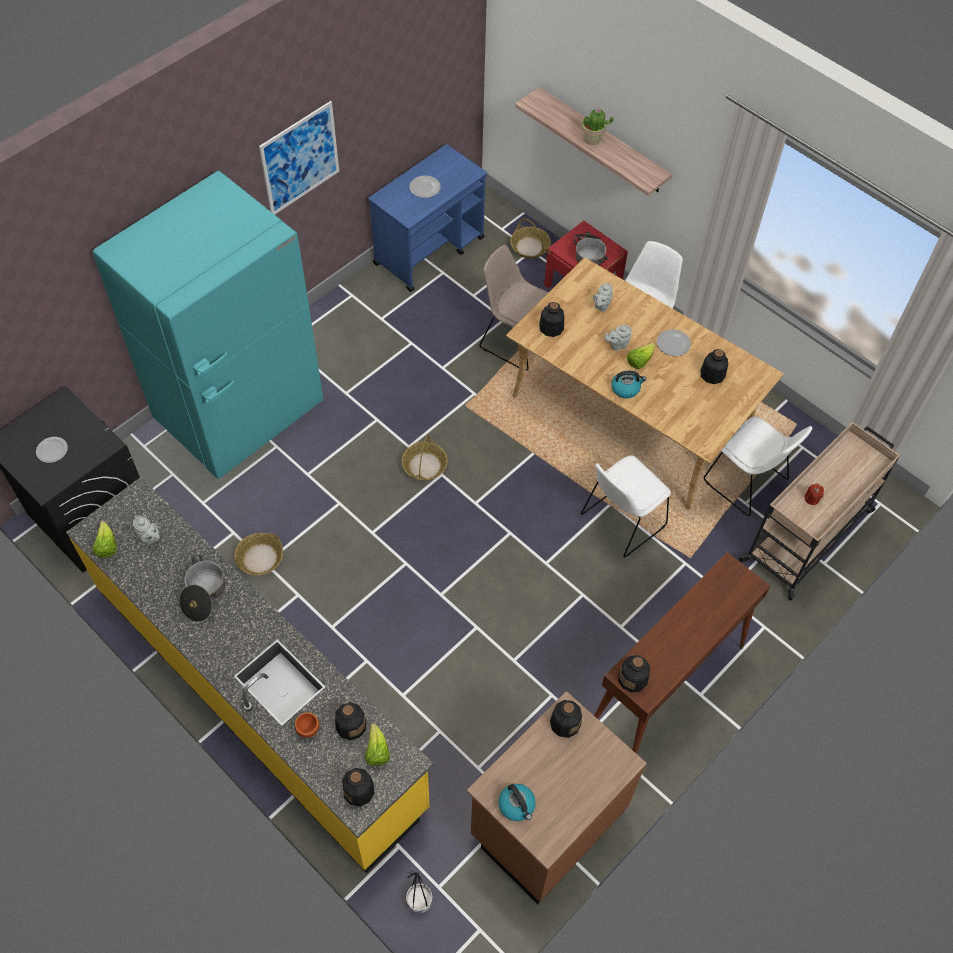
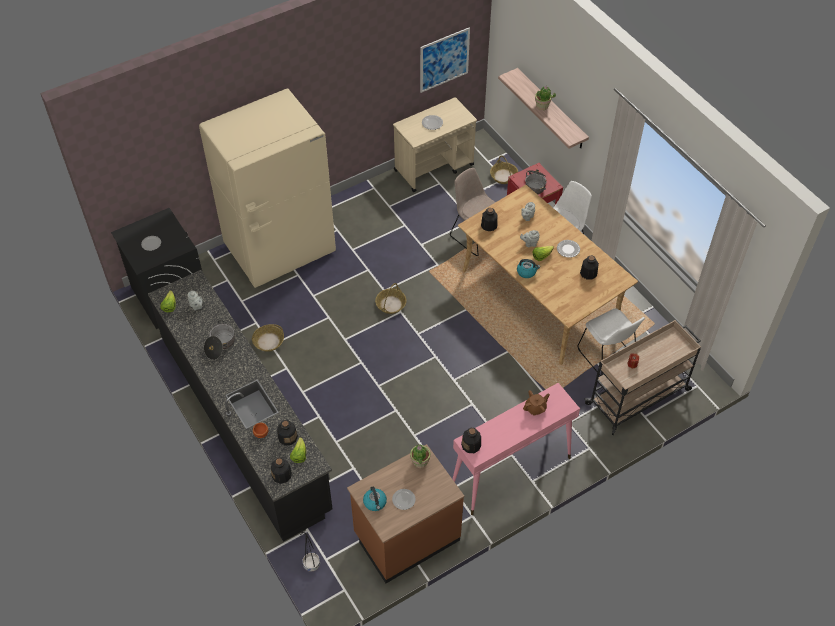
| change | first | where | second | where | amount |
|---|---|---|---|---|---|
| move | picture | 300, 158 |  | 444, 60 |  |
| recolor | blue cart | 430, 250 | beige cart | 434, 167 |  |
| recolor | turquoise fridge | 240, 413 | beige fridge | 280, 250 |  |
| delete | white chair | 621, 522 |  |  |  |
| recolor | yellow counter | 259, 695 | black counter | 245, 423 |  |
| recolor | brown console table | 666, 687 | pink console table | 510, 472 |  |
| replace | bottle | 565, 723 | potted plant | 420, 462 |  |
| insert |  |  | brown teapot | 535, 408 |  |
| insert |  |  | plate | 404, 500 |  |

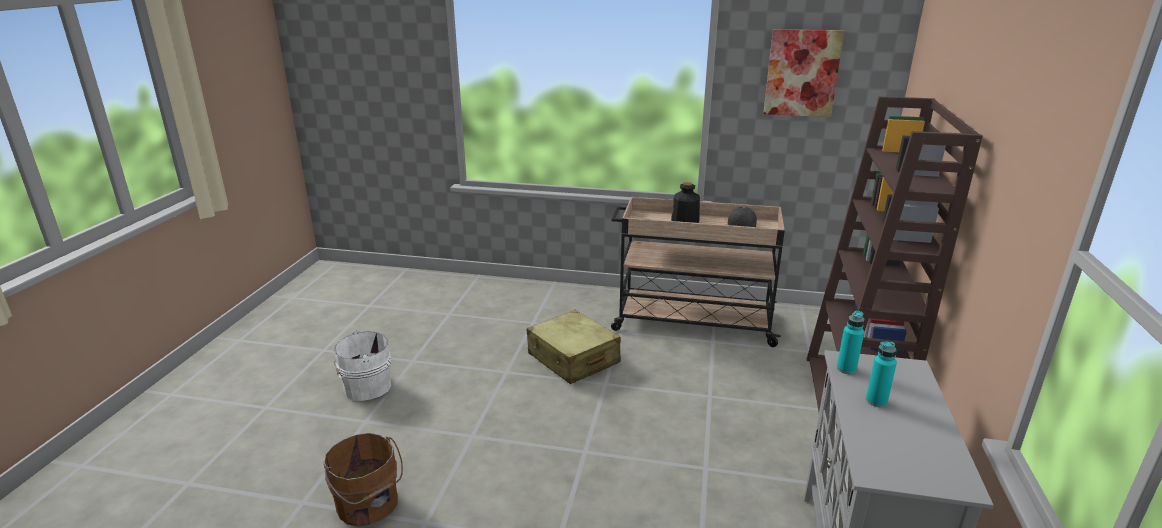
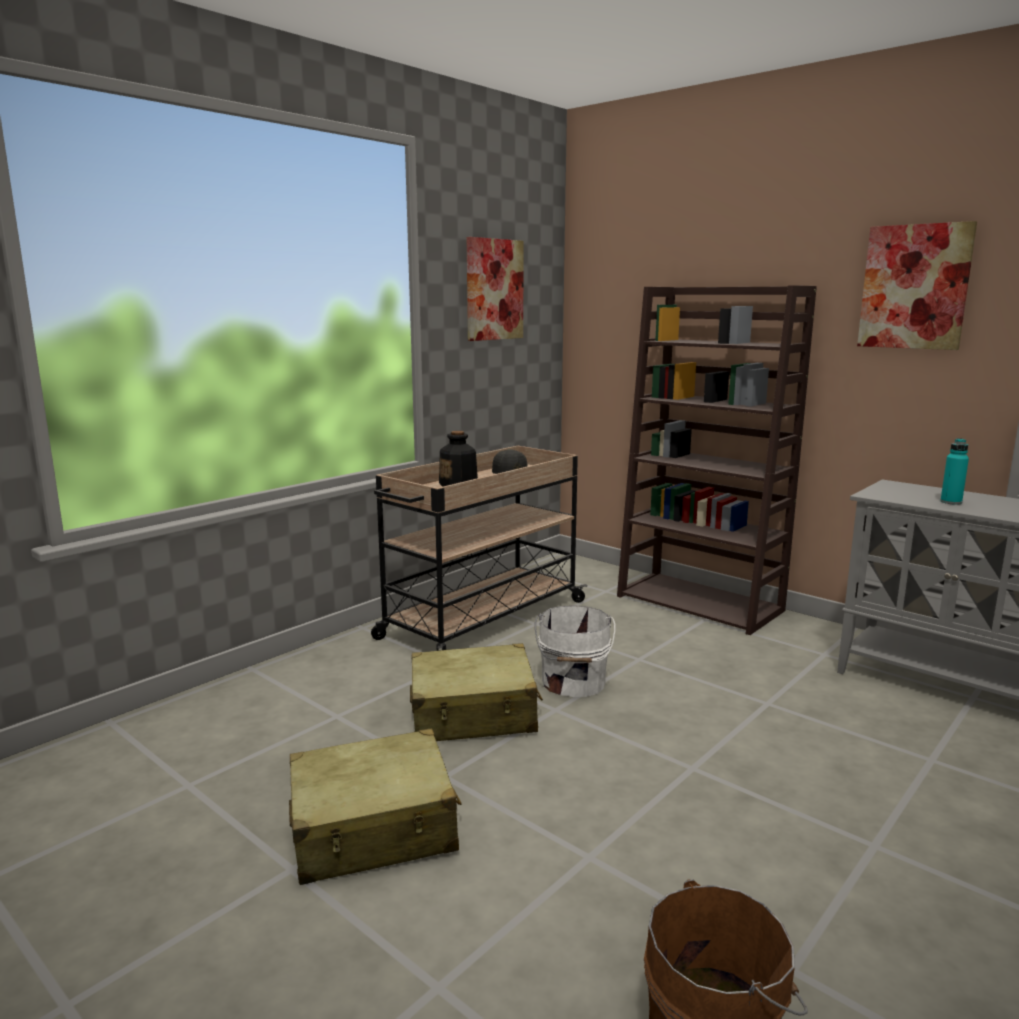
| change | first | where | second | where | amount |
|---|---|---|---|---|---|
| delete | turquoise bottle | 846, 369 |  |  |  |
| move | white bucket | 365, 387 |  | 573, 683 |  |
| insert |  |  | picture | 914, 287 |  |
| insert |  |  | beige suitcase | 374, 828 |  |

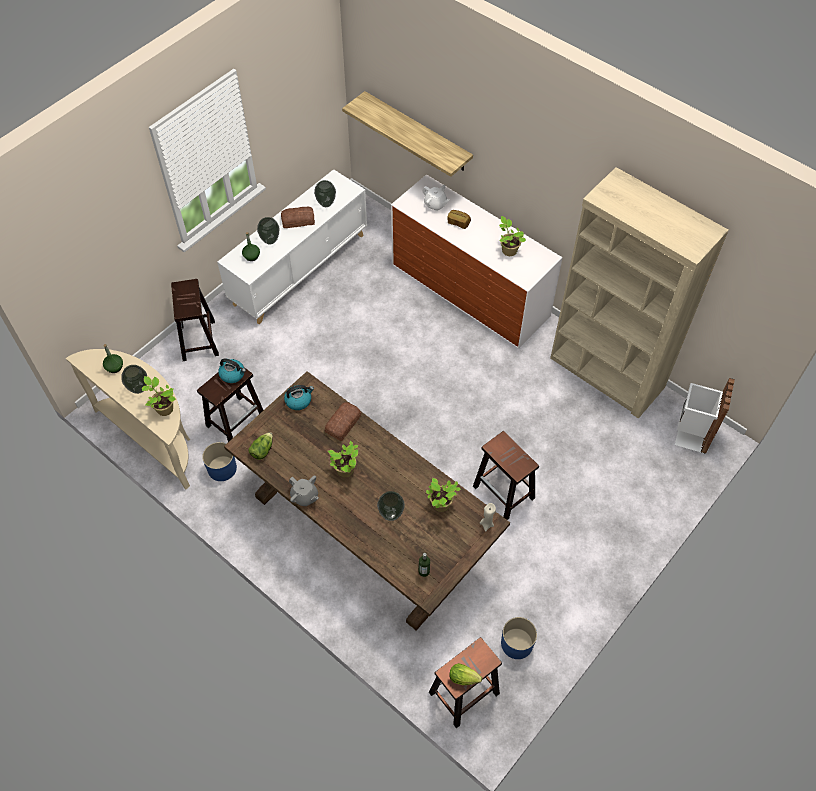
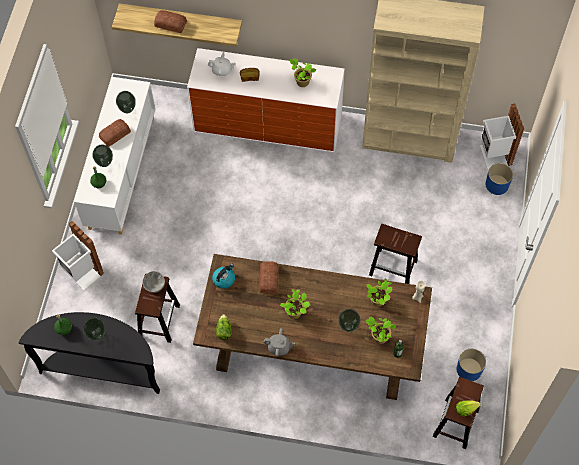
| change | first | where | second | where | amount |
|---|---|---|---|---|---|
| replace | brown stool | 199, 341 | white trash can | 82, 273 |  |
| recolor | beige console table | 153, 437 | black console table | 103, 368 |  |
| replace | kettle | 233, 374 | grey bowl | 154, 285 |  |
| move | potted plant | 164, 408 |  | 379, 337 |  |
| move | blue planter | 222, 468 |  | 497, 185 |  |
| insert |  |  | bread | 170, 23 |  |

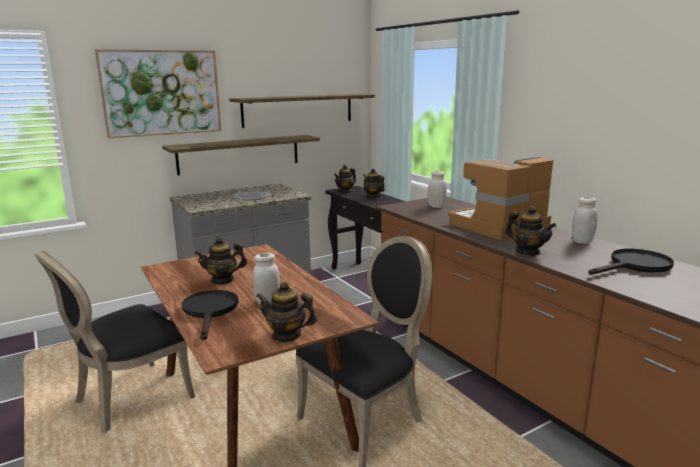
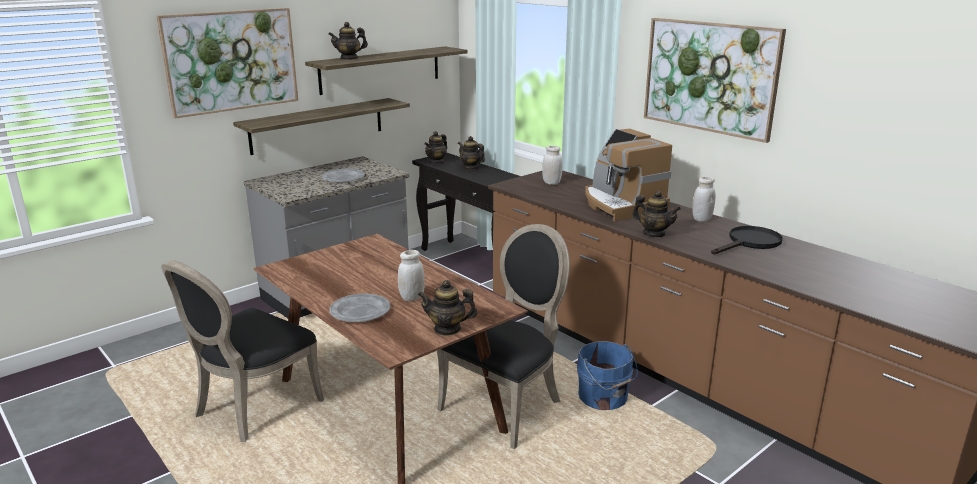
| change | first | where | second | where | amount |
|---|---|---|---|---|---|
| rotate | coffee machine | 499, 226 |  | 621, 205 | 75 degrees counterclockwise |
| move | teapot | 222, 280 |  | 349, 58 |  |
| replace | black frying pan | 210, 311 | grey plate | 360, 311 |  |
| insert |  |  | picture | 710, 77 |  |
| insert |  |  | blue bucket | 604, 398 |  |

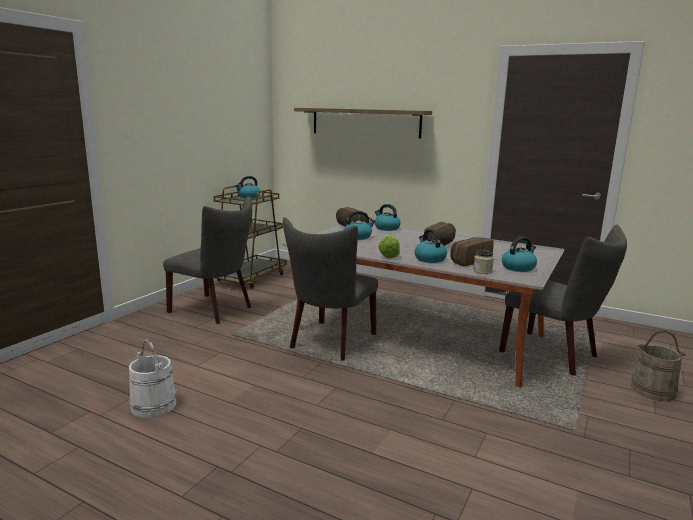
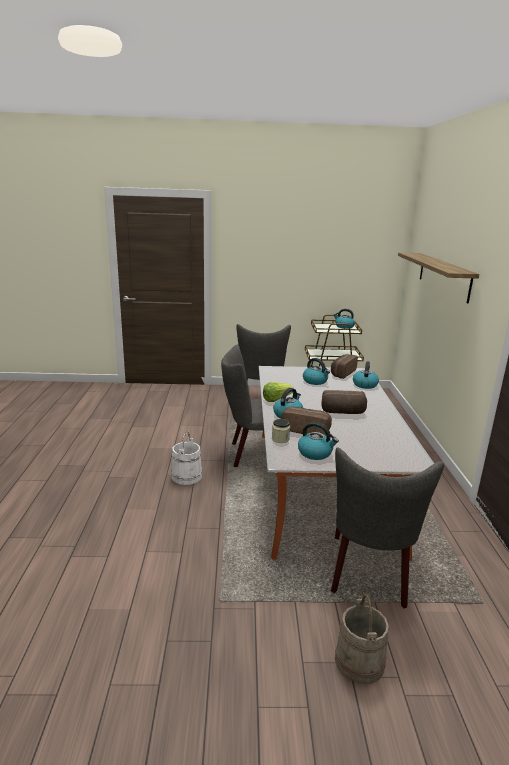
| change | first | where | second | where | amount |
|---|---|---|---|---|---|
| move | white bucket | 153, 405 |  | 186, 476 |  |

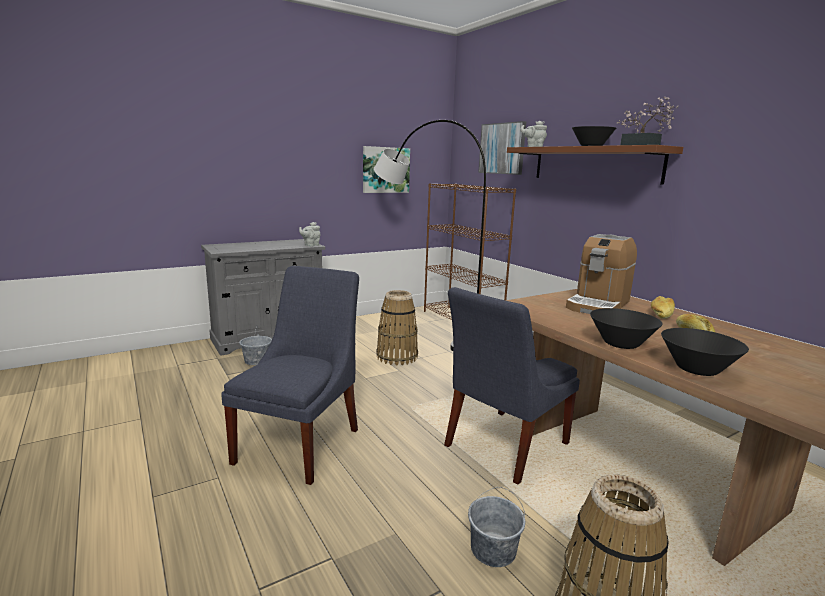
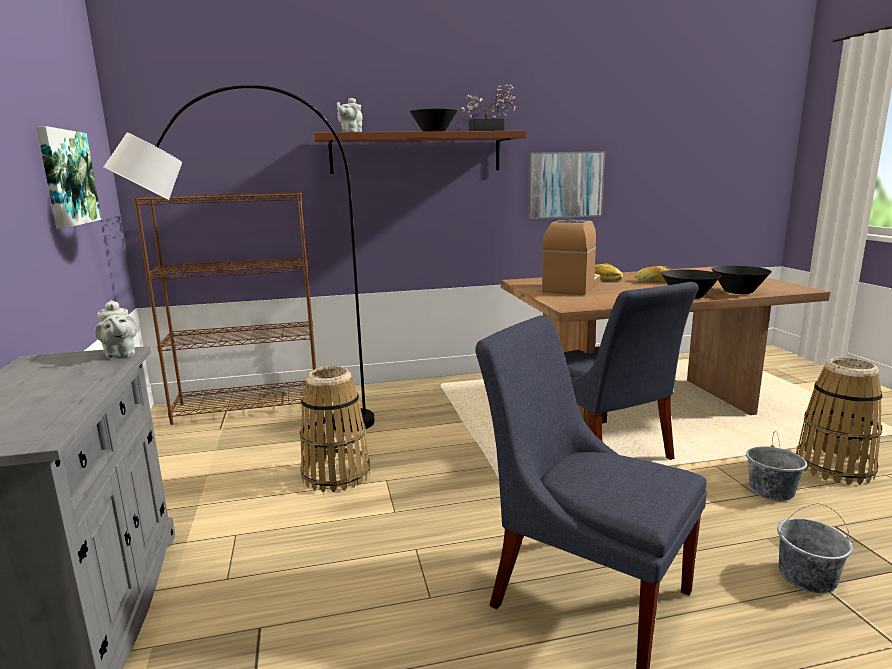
| change | first | where | second | where | amount |
|---|---|---|---|---|---|
| move | picture | 502, 148 |  | 565, 185 |  |
| rotate | coffee machine | 598, 305 |  | 572, 287 | 120 degrees counterclockwise |
| move | grey bucket | 257, 360 |  | 806, 576 |  |

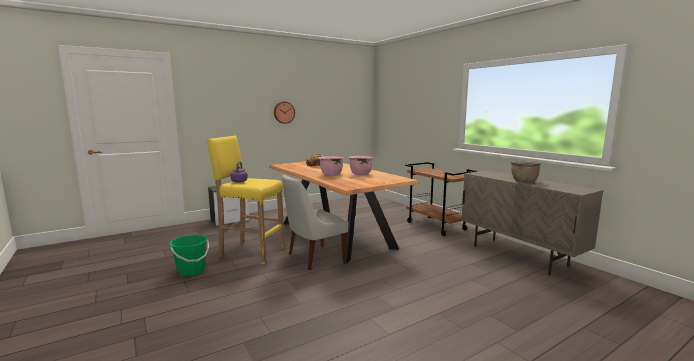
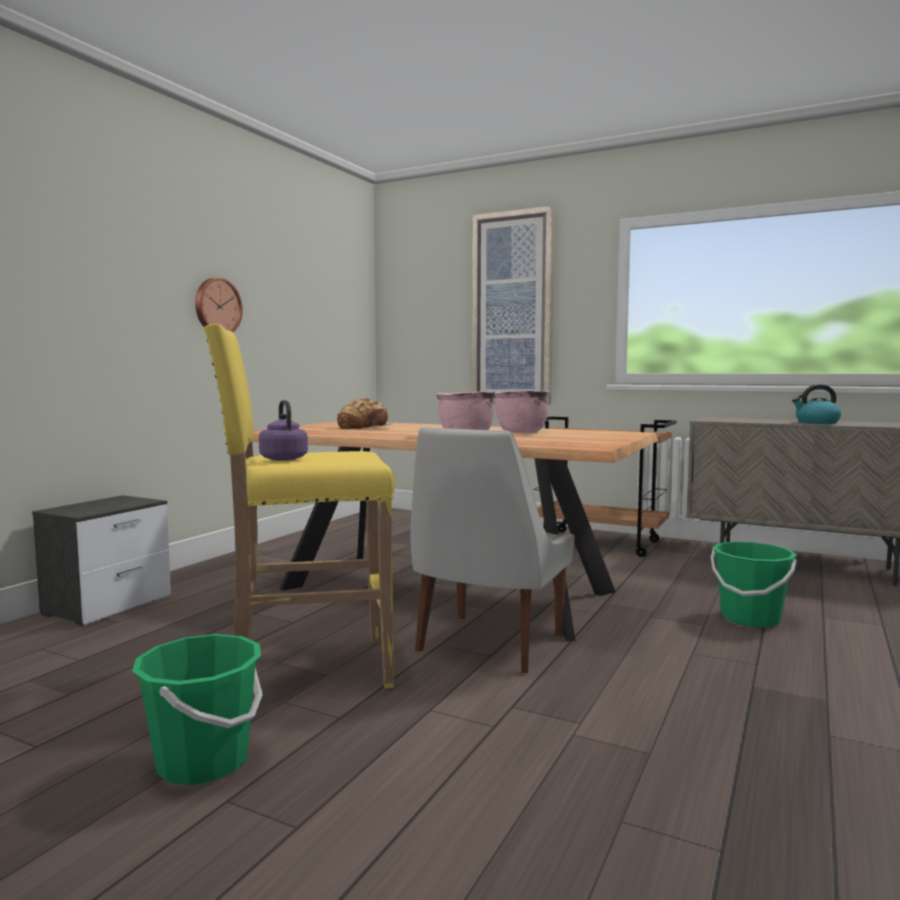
| change | first | where | second | where | amount |
|---|---|---|---|---|---|
| replace | brown cooking pot | 524, 181 | kettle | 816, 422 |  |
| insert |  |  | picture | 512, 309 |  |
| insert |  |  | green bucket | 750, 618 |  |

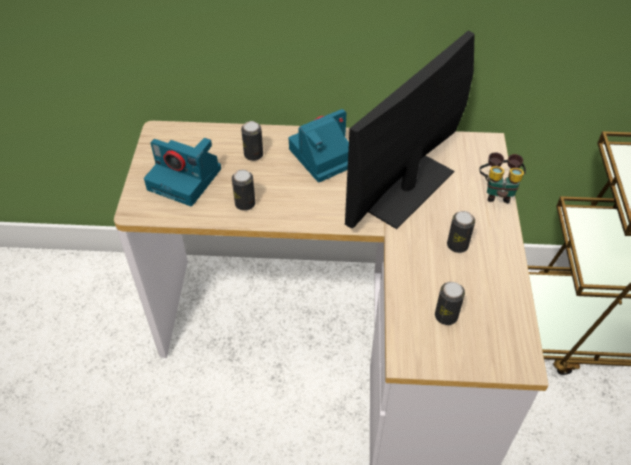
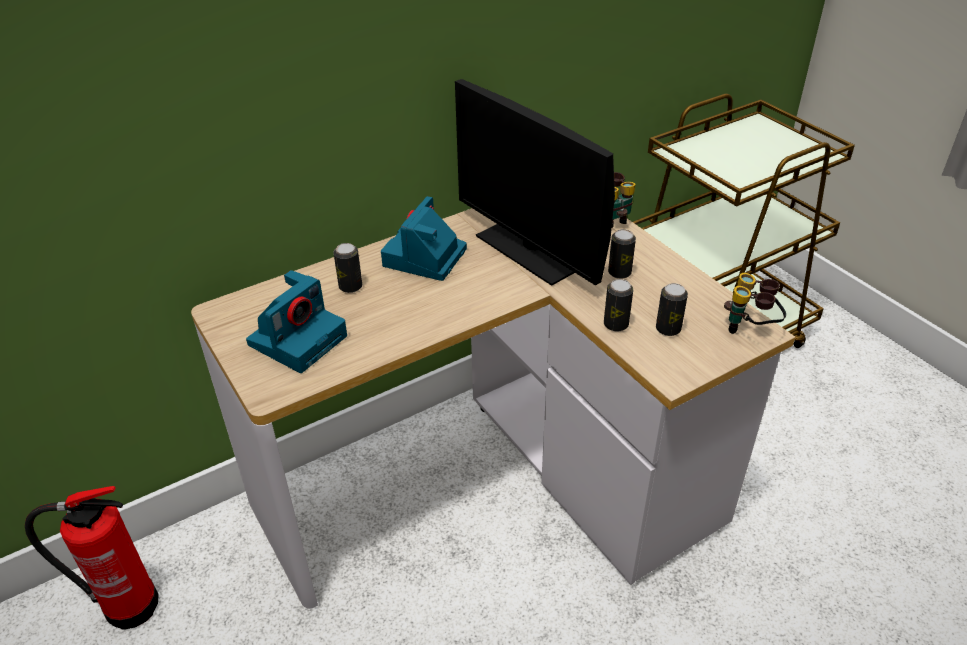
| change | first | where | second | where | amount |
|---|---|---|---|---|---|
| rotate | monitor | 407, 189 |  | 531, 250 | 45 degrees counterclockwise |
| rotate | photo camera | 186, 179 |  | 298, 339 | 45 degrees counterclockwise |
| move | can | 245, 204 |  | 616, 324 |  |
| insert |  |  | binoculars | 749, 329 |  |
| insert |  |  | fire extinguisher | 126, 605 |  |

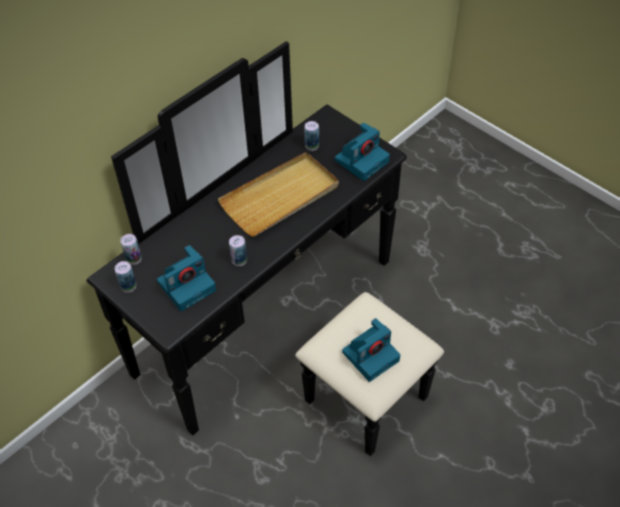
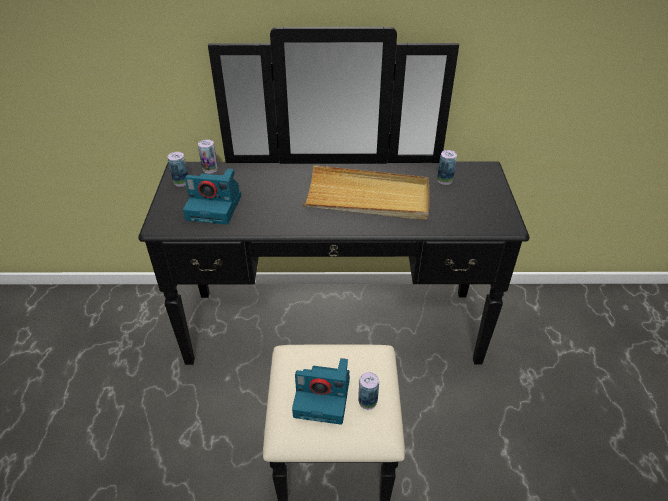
| change | first | where | second | where | amount |
|---|---|---|---|---|---|
| delete | photo camera | 362, 160 |  |  |  |
| move | can | 239, 260 |  | 367, 401 |  |

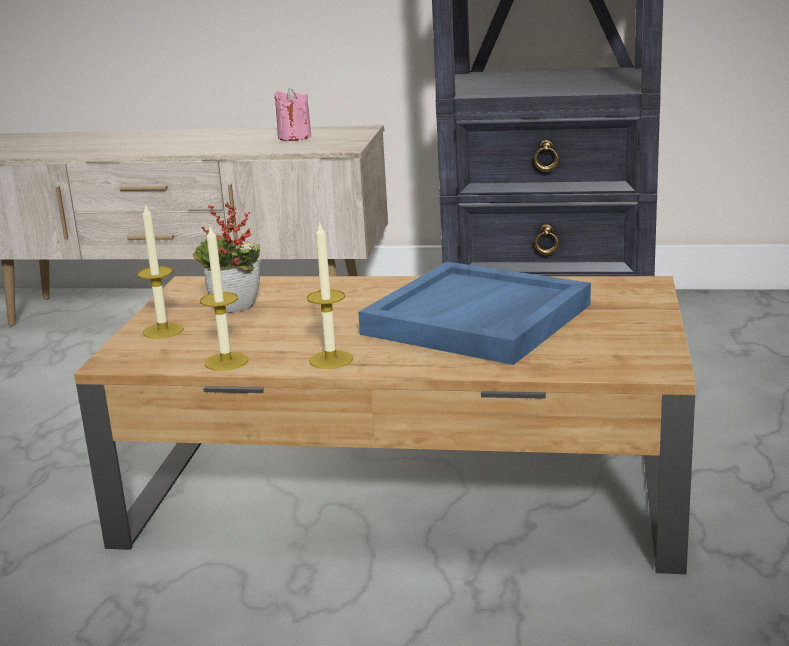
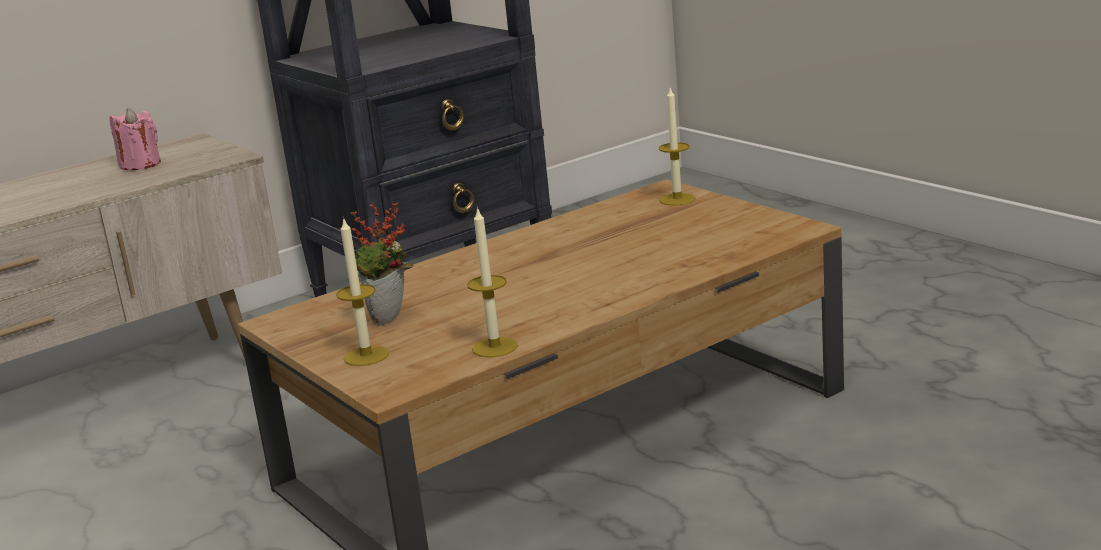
| change | first | where | second | where | amount |
|---|---|---|---|---|---|
| move | candle | 331, 360 |  | 677, 199 |  |
| delete | blue tray | 478, 320 |  |  |  |

